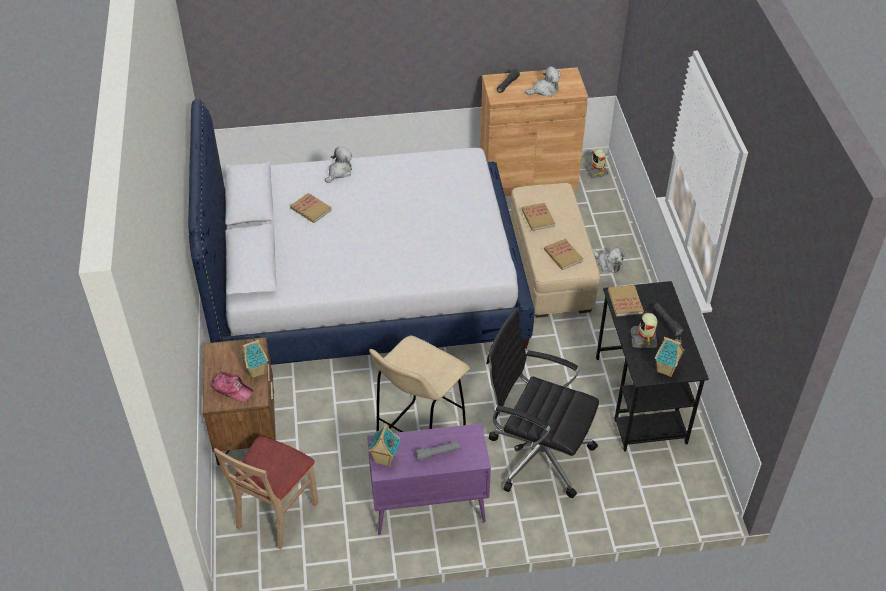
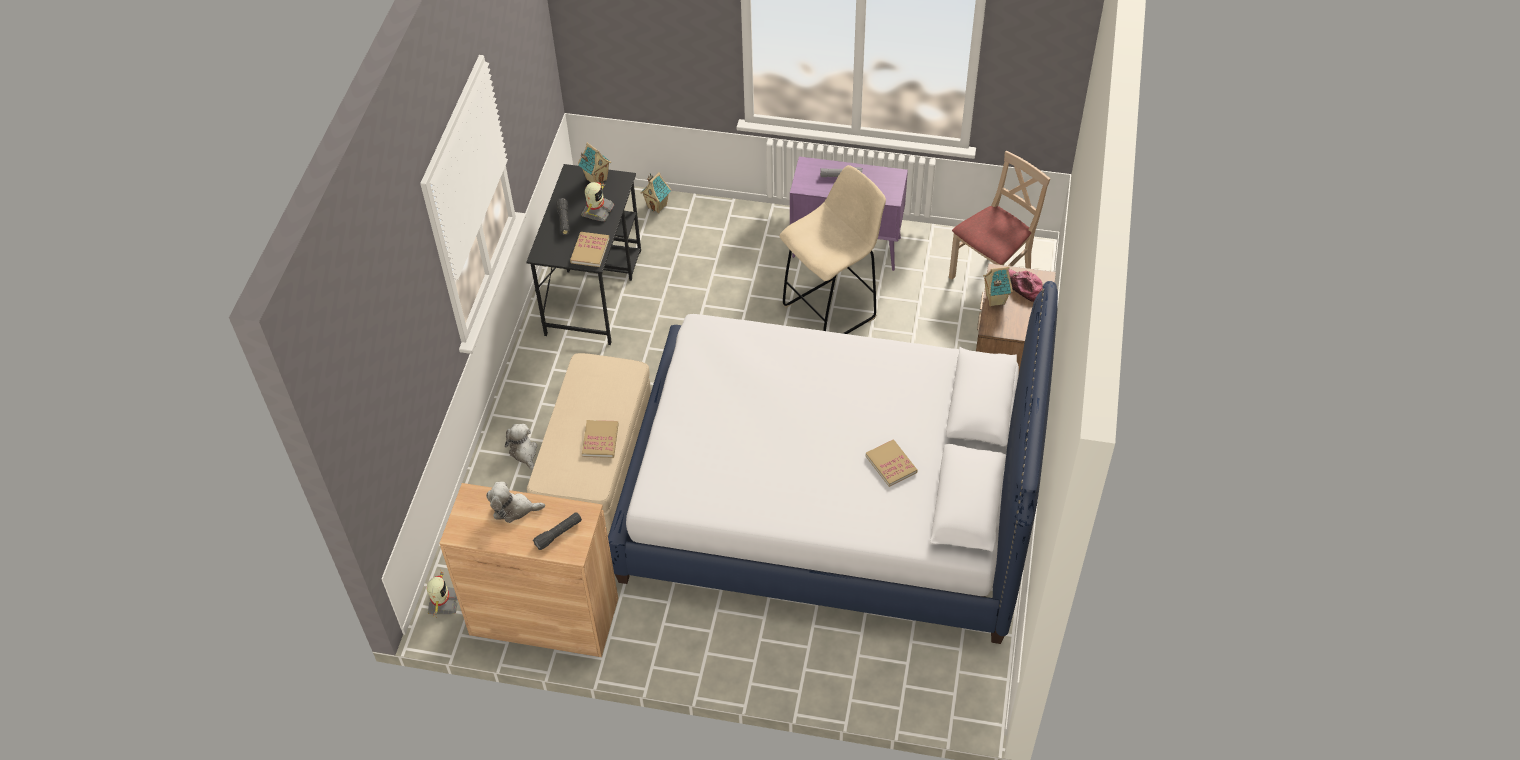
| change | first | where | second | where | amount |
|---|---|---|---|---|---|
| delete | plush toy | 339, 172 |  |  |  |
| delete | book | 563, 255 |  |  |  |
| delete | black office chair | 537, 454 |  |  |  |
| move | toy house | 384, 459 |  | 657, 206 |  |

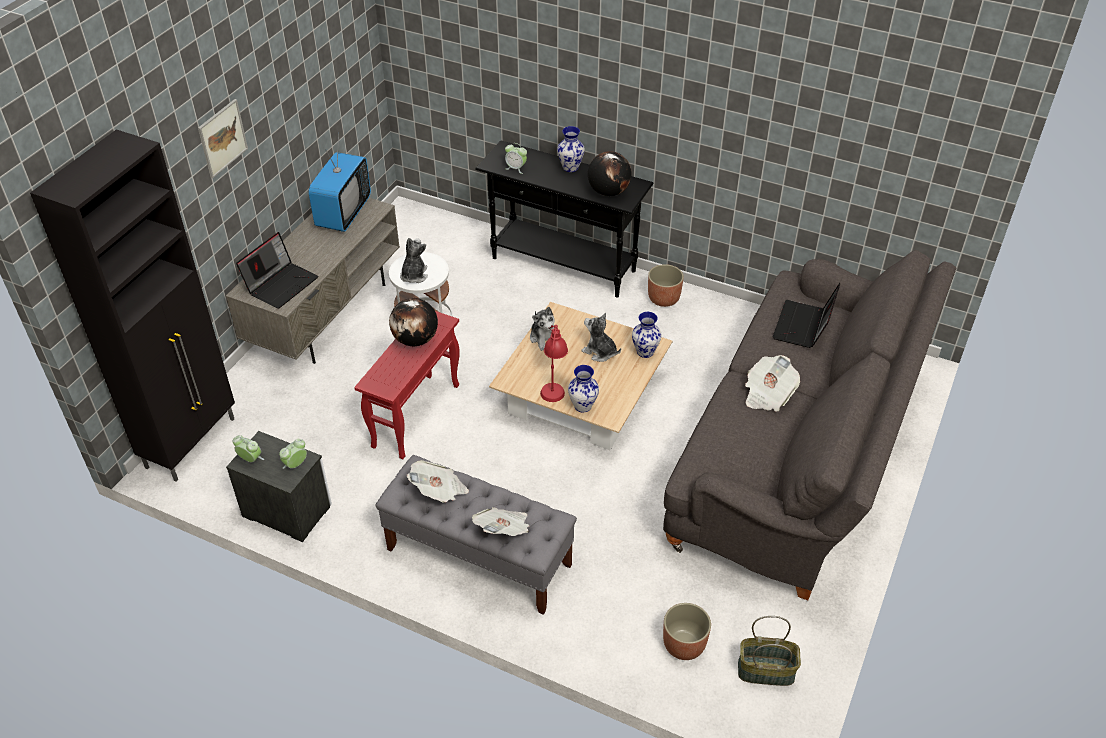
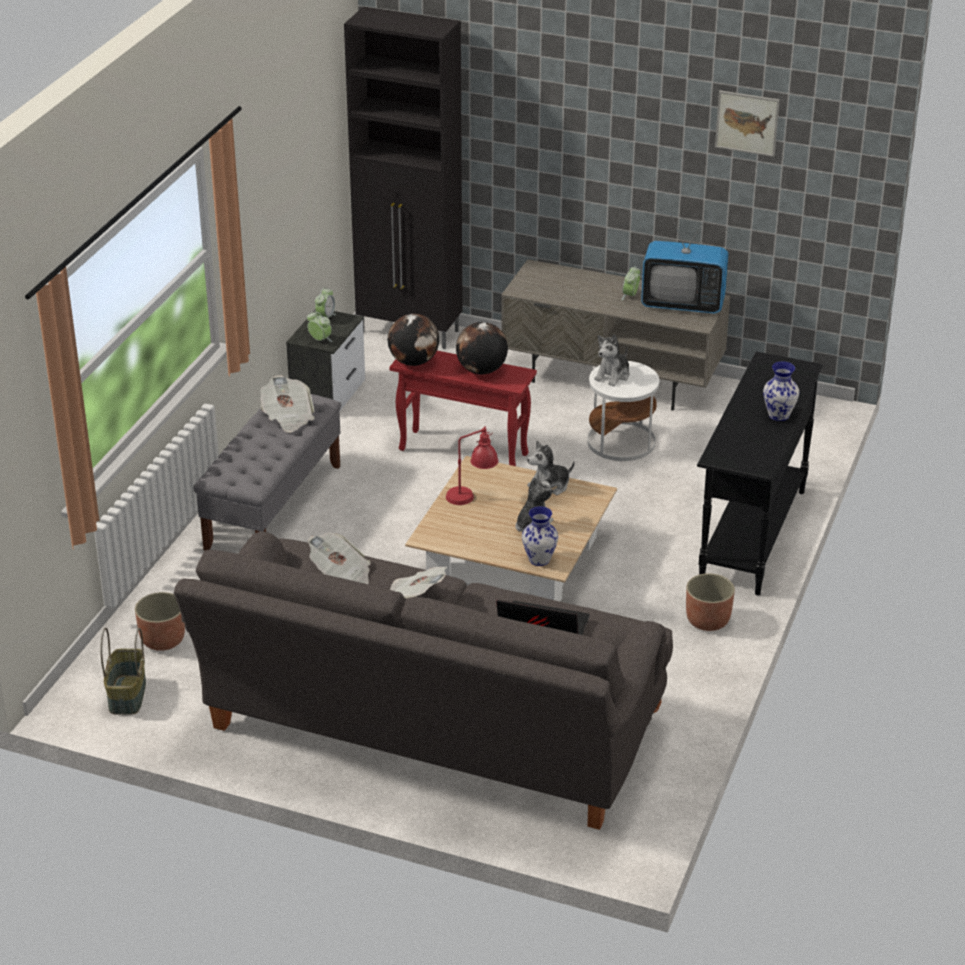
| change | first | where | second | where | amount |
|---|---|---|---|---|---|
| move | picture | 222, 138 |  | 747, 123 |  |
| move | alarm clock | 516, 168 |  | 630, 296 |  |
| move | globe | 608, 192 |  | 414, 362 |  |
| delete | laptop | 281, 284 |  |  |  |
| rotate | plush toy | 414, 275 |  | 613, 375 | 120 degrees clockwise |
| delete | vase | 582, 406 |  |  |  |
| move | newspaper | 504, 530 |  | 341, 574 |  |

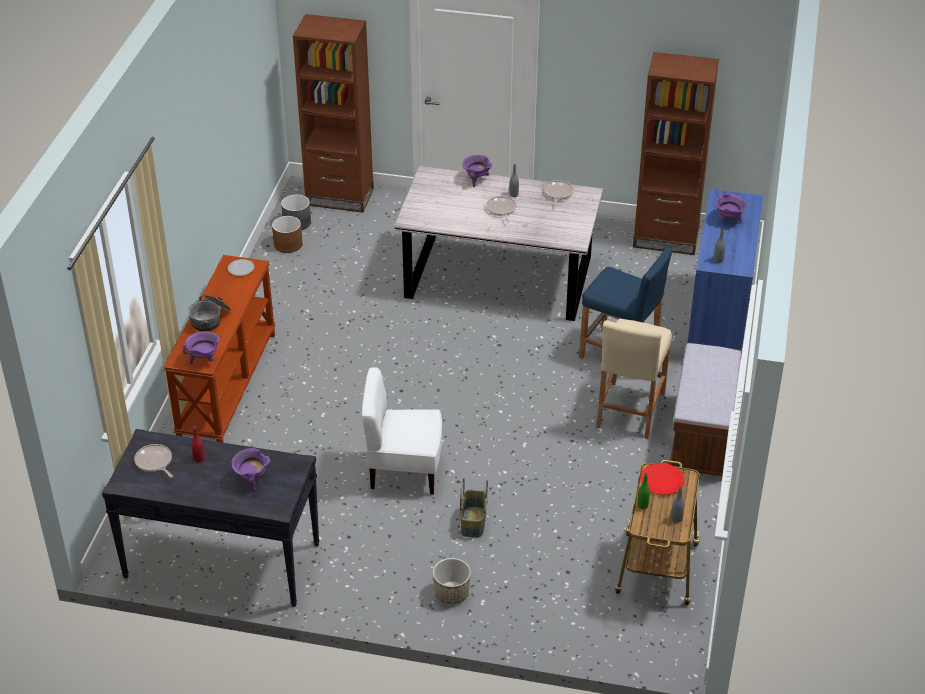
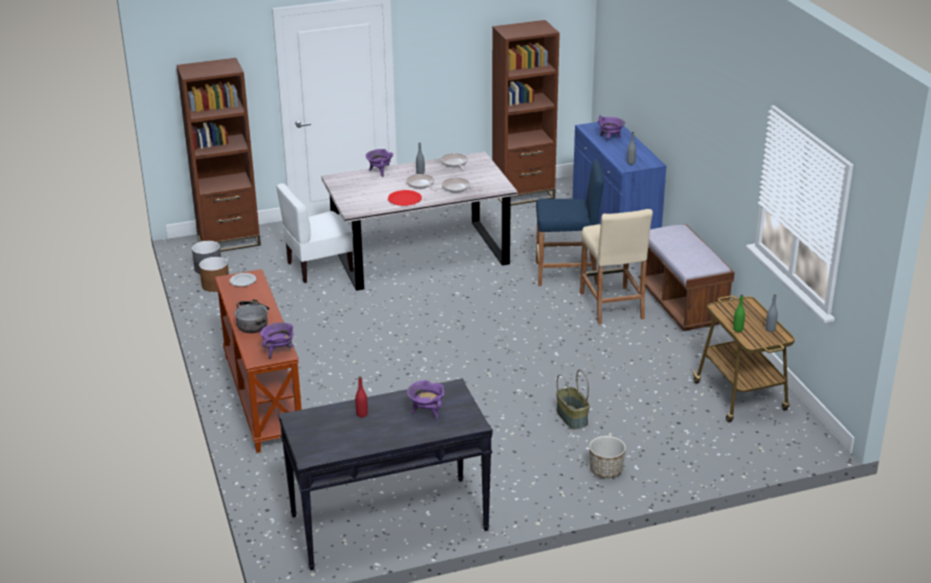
| change | first | where | second | where | amount |
|---|---|---|---|---|---|
| move | white chair | 404, 471 |  | 319, 267 |  |
| move | frying pan | 154, 462 |  | 457, 188 |  |
| move | red plate | 662, 480 |  | 405, 199 |  |

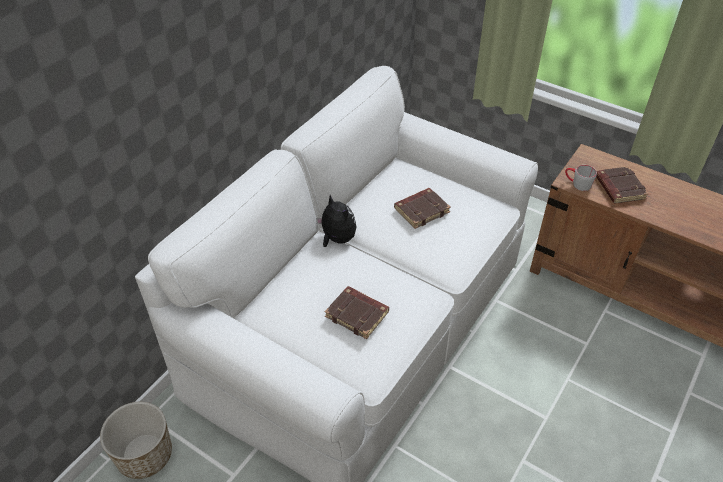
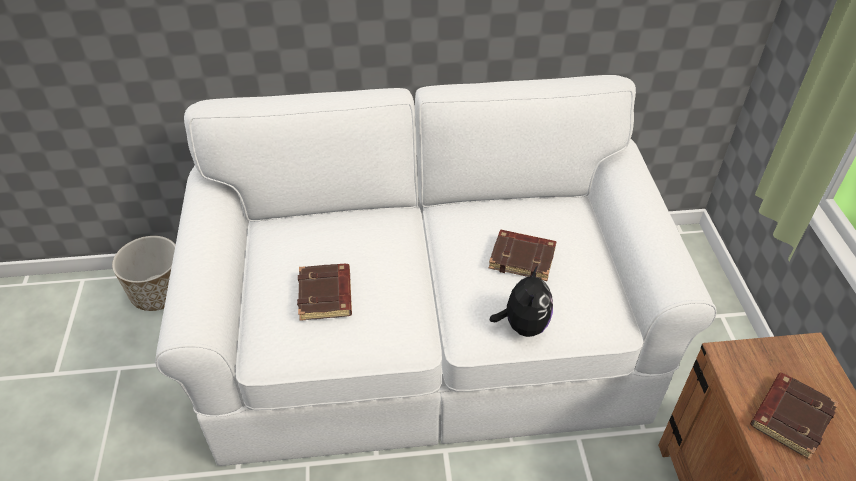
| change | first | where | second | where | amount |
|---|---|---|---|---|---|
| delete | grey mug | 577, 184 |  |  |  |
| move | plush toy | 337, 239 |  | 523, 325 |  |

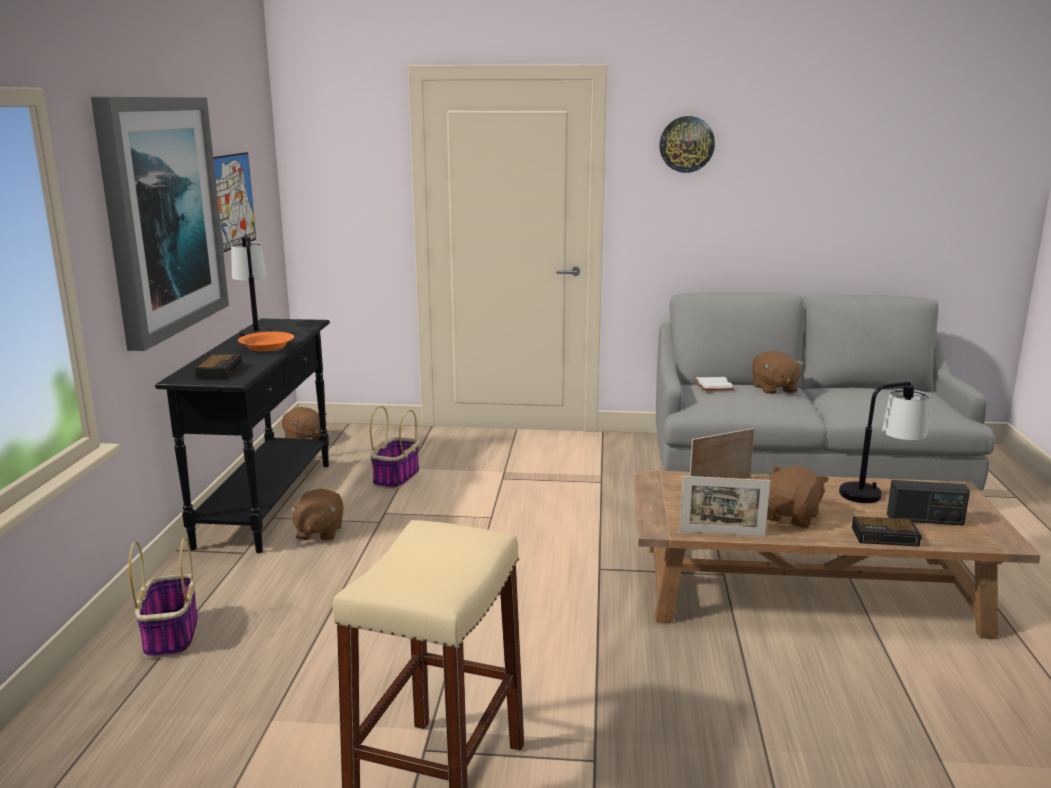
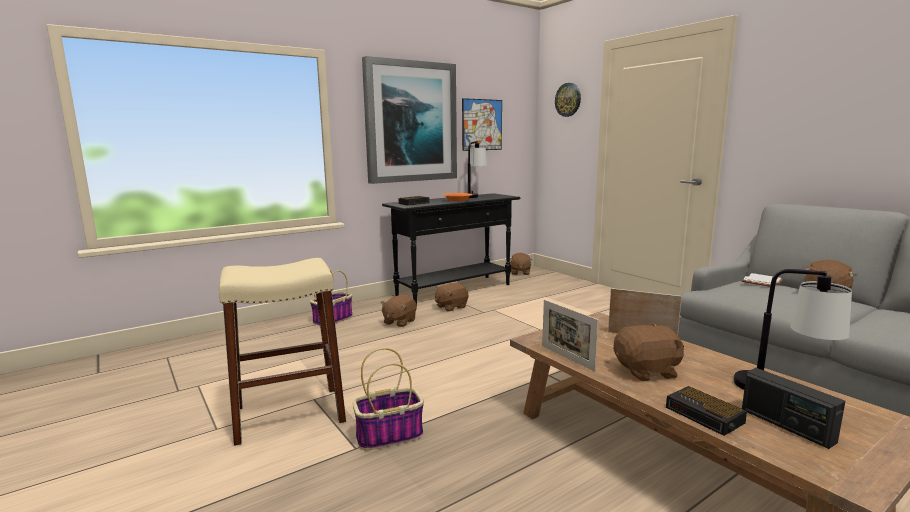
| change | first | where | second | where | amount |
|---|---|---|---|---|---|
| move | wall clock | 686, 144 |  | 568, 100 |  |
| move | basket | 396, 477 |  | 390, 435 |  |
| insert |  |  | brown plush toy | 399, 322 |  |

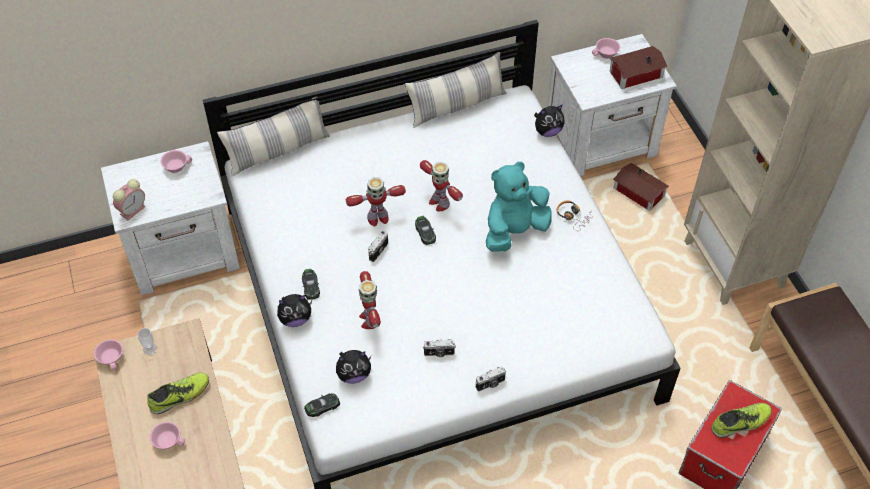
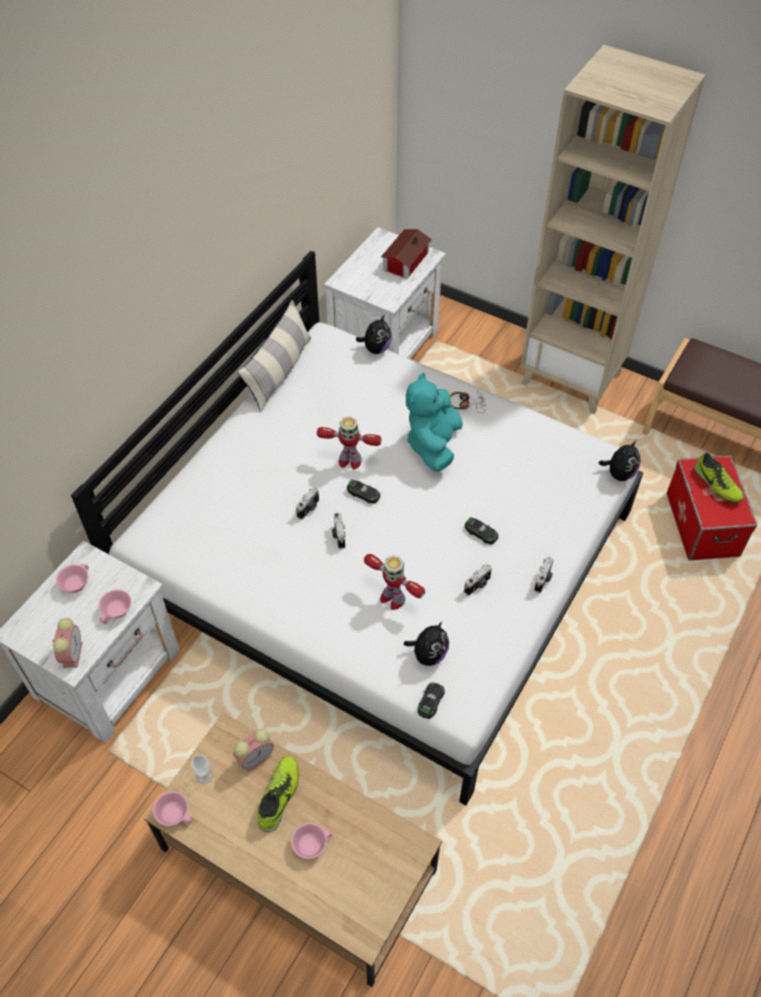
| change | first | where | second | where | amount |
|---|---|---|---|---|---|
| move | pink cup | 606, 54 |  | 118, 612 |  |
| delete | pillow | 278, 151 |  |  |  |
| delete | toy house | 639, 194 |  |  |  |
| replace | toy robot | 377, 218 | photo camera | 309, 508 |  |
| move | toy car | 310, 286 |  | 481, 533 |  |
| move | plush toy | 295, 319 |  | 619, 473 |  |
| rotate | shoe | 740, 423 |  | 716, 485 | 120 degrees clockwise |
| insert |  |  | alarm clock | 256, 757 |  |

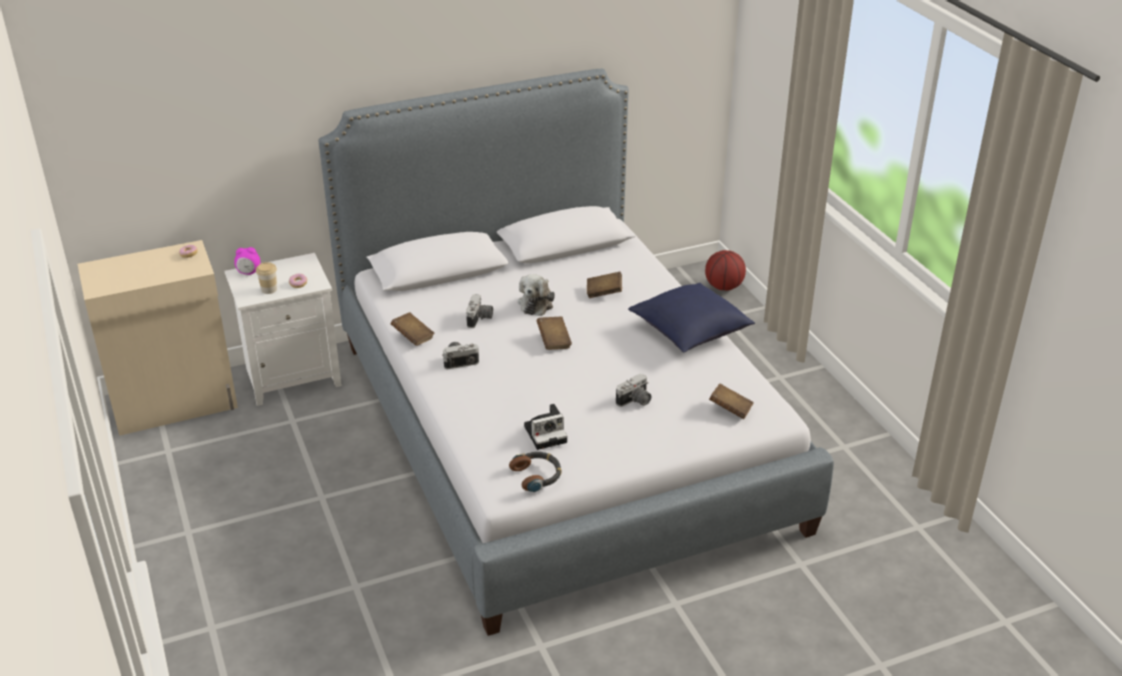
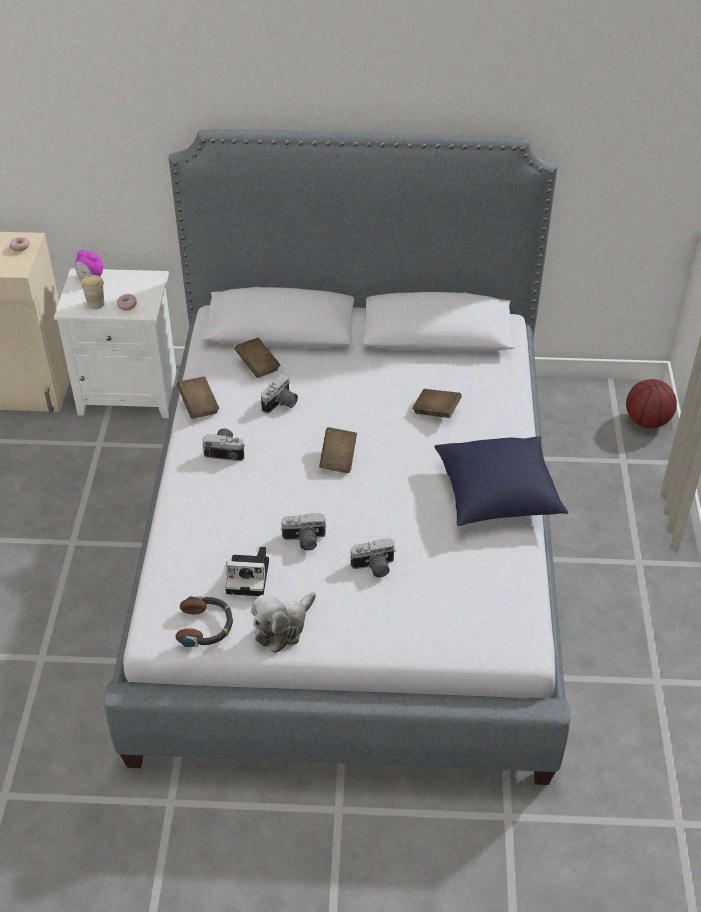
| change | first | where | second | where | amount |
|---|---|---|---|---|---|
| move | plush toy | 536, 303 |  | 282, 627 |  |
| move | brown book | 730, 410 |  | 258, 366 |  |
| insert |  |  | photo camera | 304, 541 |  |

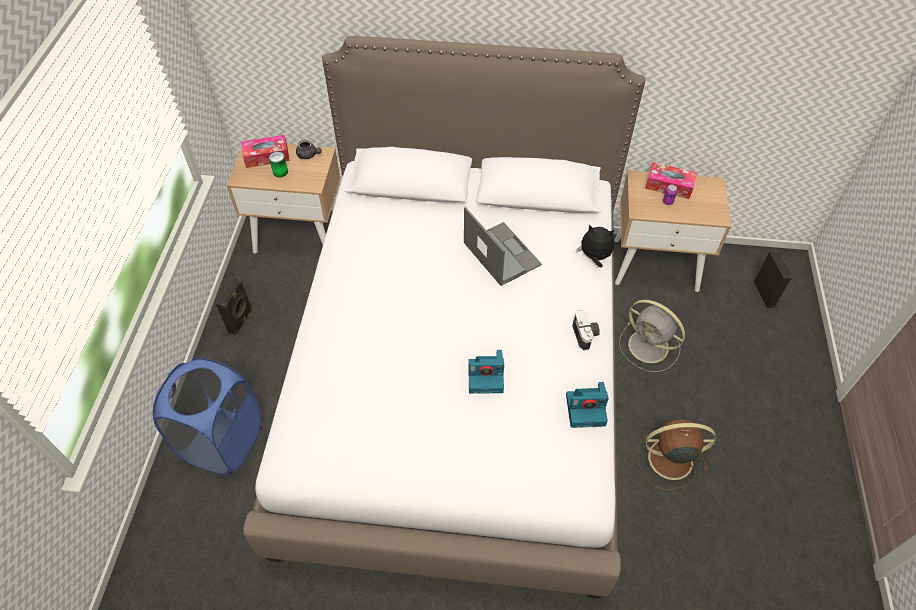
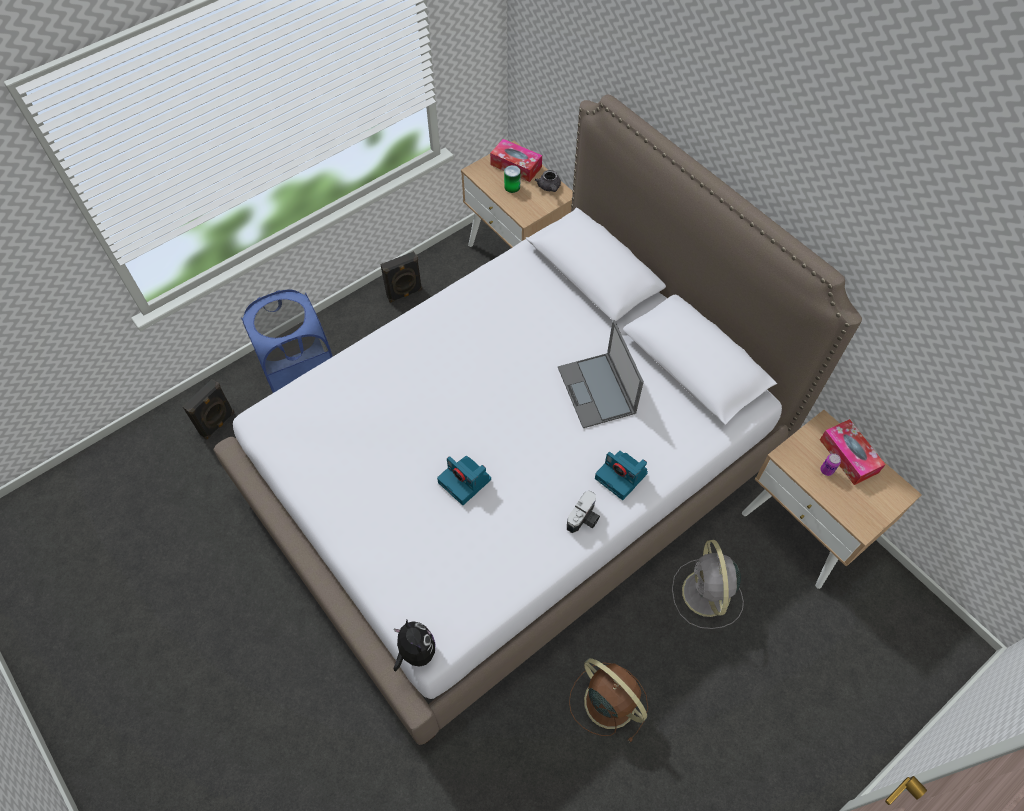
| change | first | where | second | where | amount |
|---|---|---|---|---|---|
| rotate | laptop | 501, 253 |  | 597, 391 | 150 degrees clockwise |
| move | plush toy | 594, 257 |  | 415, 651 |  |
| move | black speaker | 765, 294 |  | 218, 424 |  |
| move | photo camera | 586, 409 |  | 622, 476 |  |

